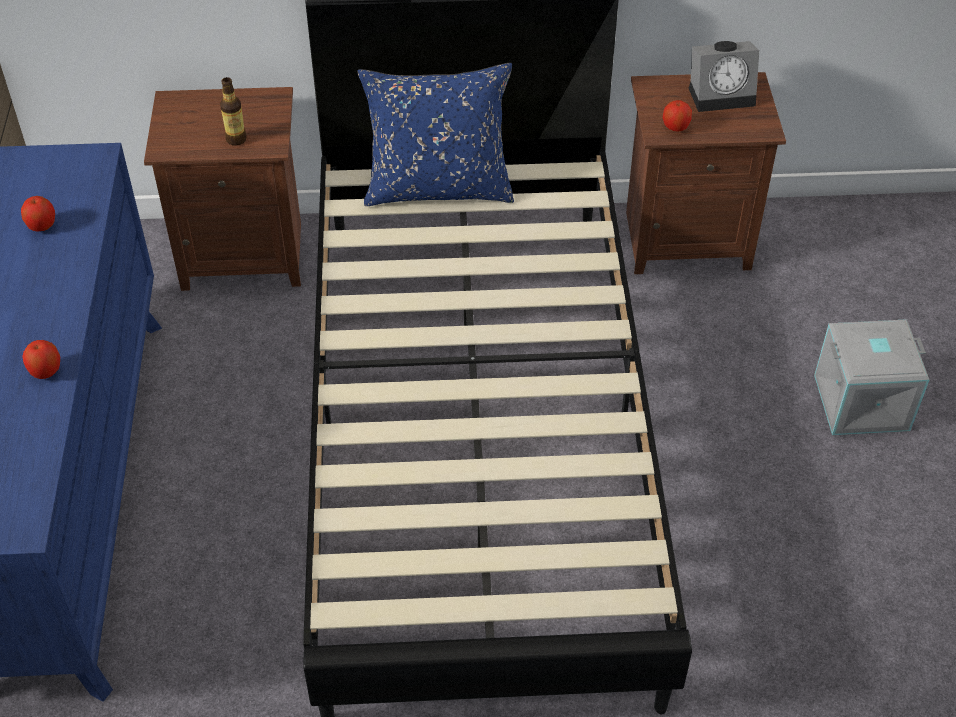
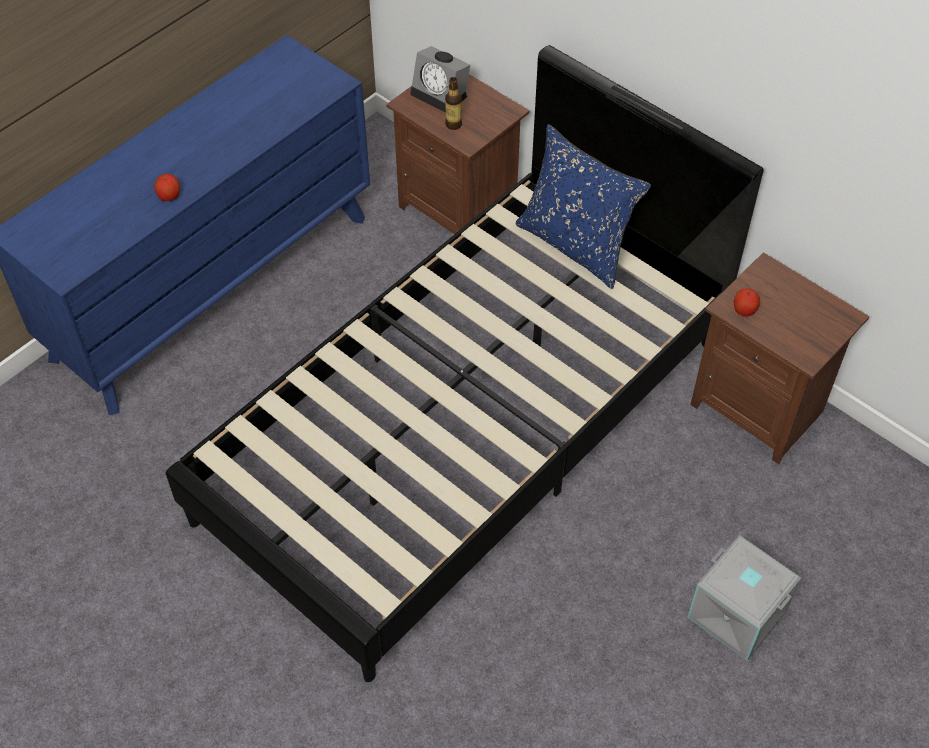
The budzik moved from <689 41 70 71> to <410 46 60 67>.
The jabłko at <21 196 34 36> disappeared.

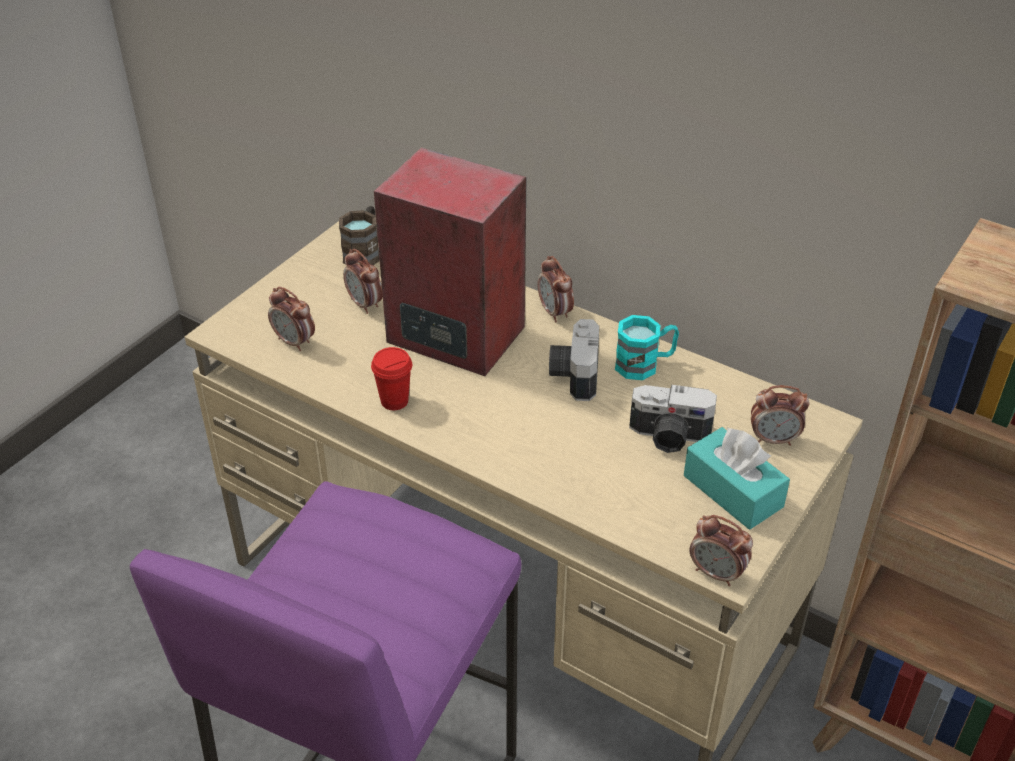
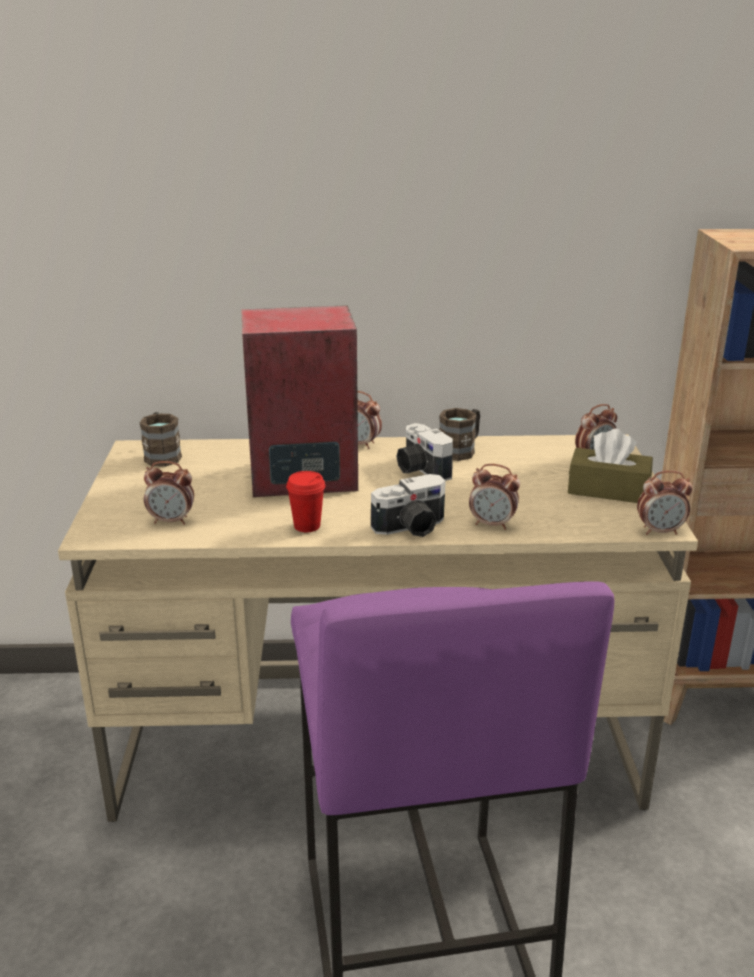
The aparat fotograficzny moved from <629 385 88 68> to <371 474 75 63>.
The kubek (turkusowy) at <615 315 64 65> became the kubek (brązowy) at <439 408 41 53>.
The budzik moved from <343 249 40 65> to <469 464 51 66>.
The pudełko chusteczek (turkusowy) at <684 427 106 103> became the pudełko chusteczek (brązowy) at <568 429 85 74>.

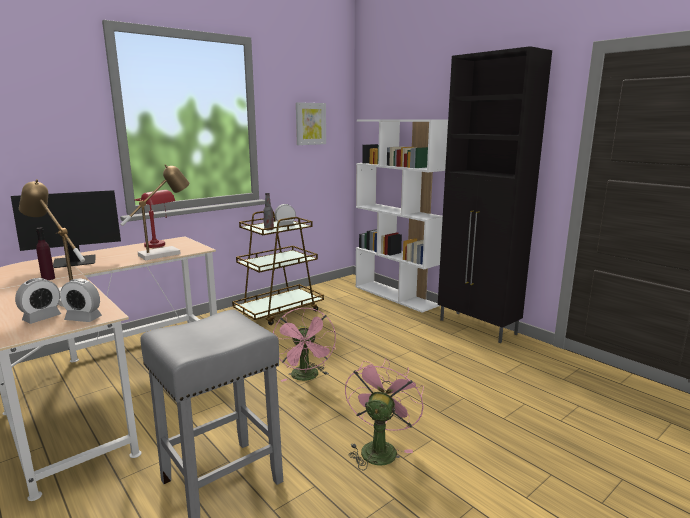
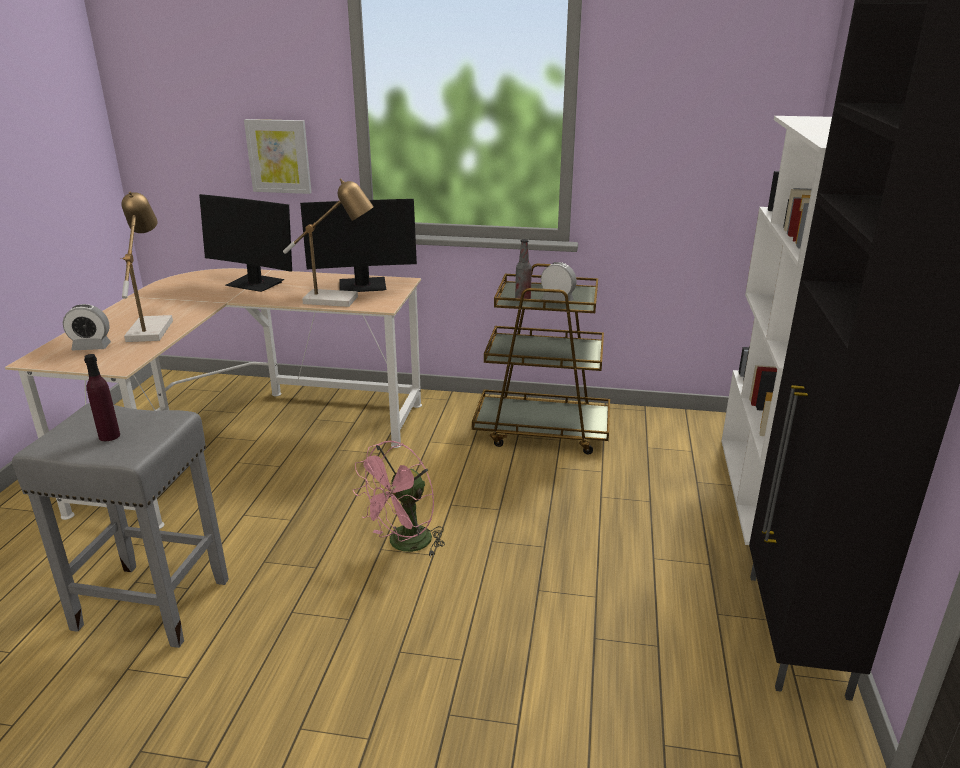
The butelka (fioletowy) moved from <36 228 19 52> to <84 354 36 87>.
The obraz moved from <296 102 30 43> to <244 119 68 75>.
The lampa stołowa (czerwony) at <134 190 41 58> was replaced by the monitor at <300 199 117 93>.
The budzik at <60 278 42 44> disappeared.
The wentylator (różowy) at <345 358 79 113> disappeared.

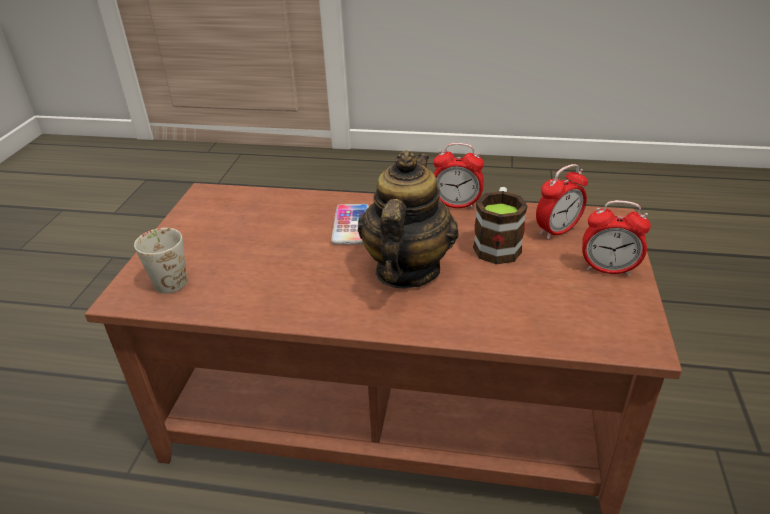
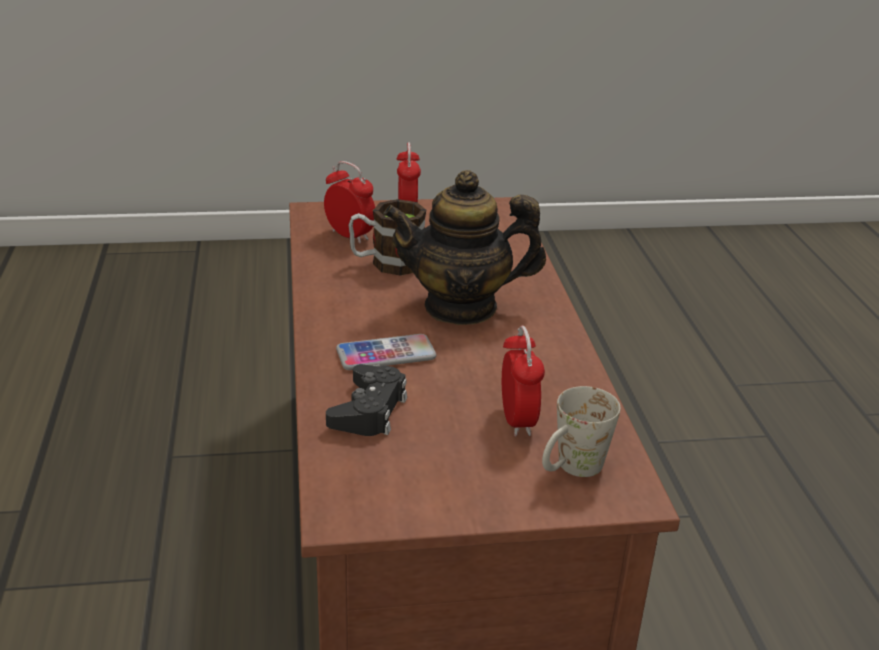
The pad do gier (czarny) at <326 364 81 72> appeared.
The budzik moved from <433 143 51 66> to <502 326 43 111>.

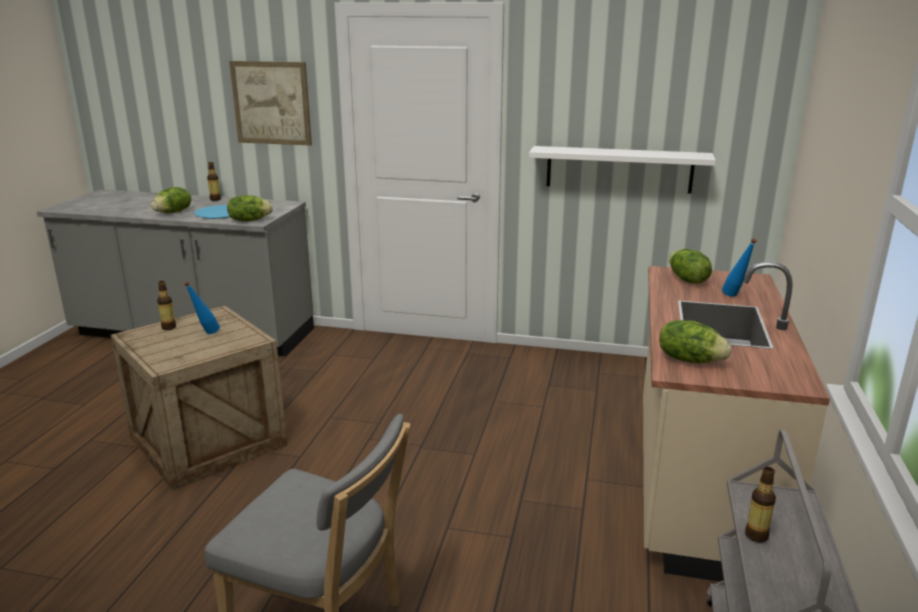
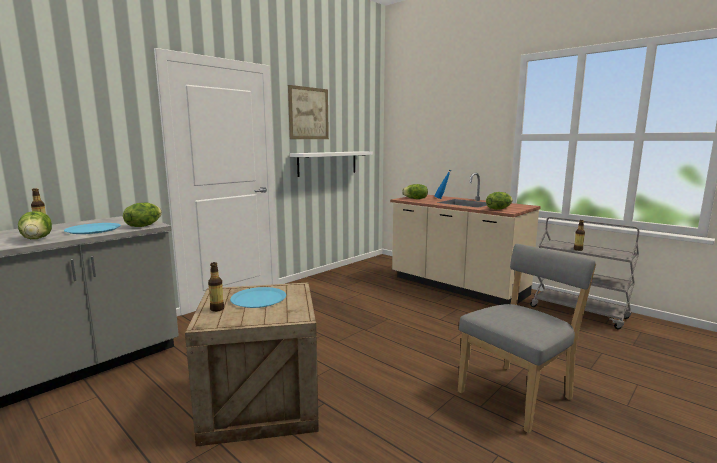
The butelka (niebieski) at <184 281 36 53> was replaced by the talerz (niebieski) at <230 287 56 21>.
The obraz moved from <229 61 83 85> to <288 85 41 54>.

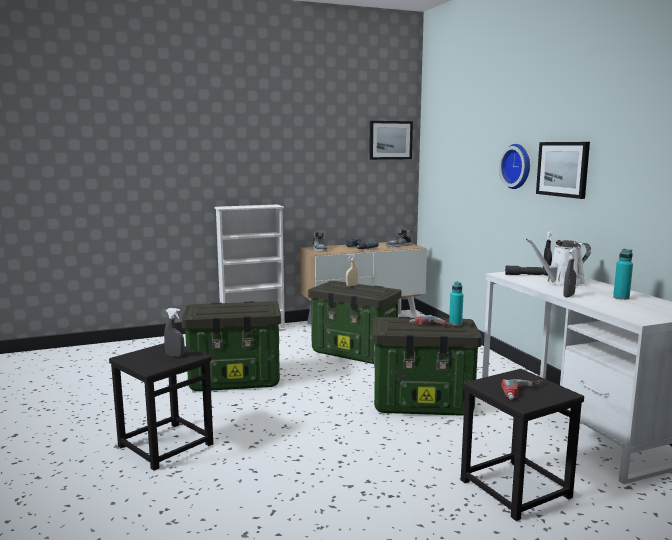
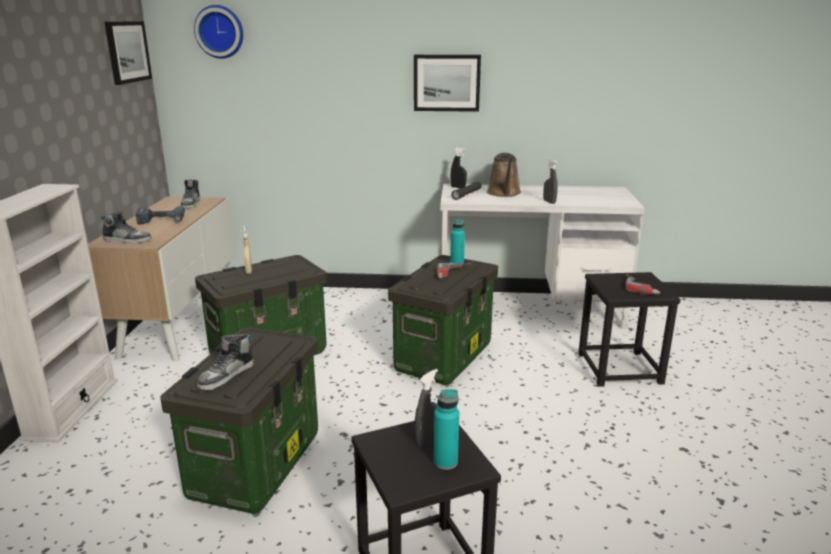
The zegar ścienny moved from <499 144 31 45> to <194 5 49 54>.
The but at <197 334 57 56> appeared.
The butelka (turkusowy) moved from <613 249 20 51> to <434 389 25 81>.
The konewka (biały) at <526 239 65 47> became the konewka (brązowy) at <487 153 34 44>.

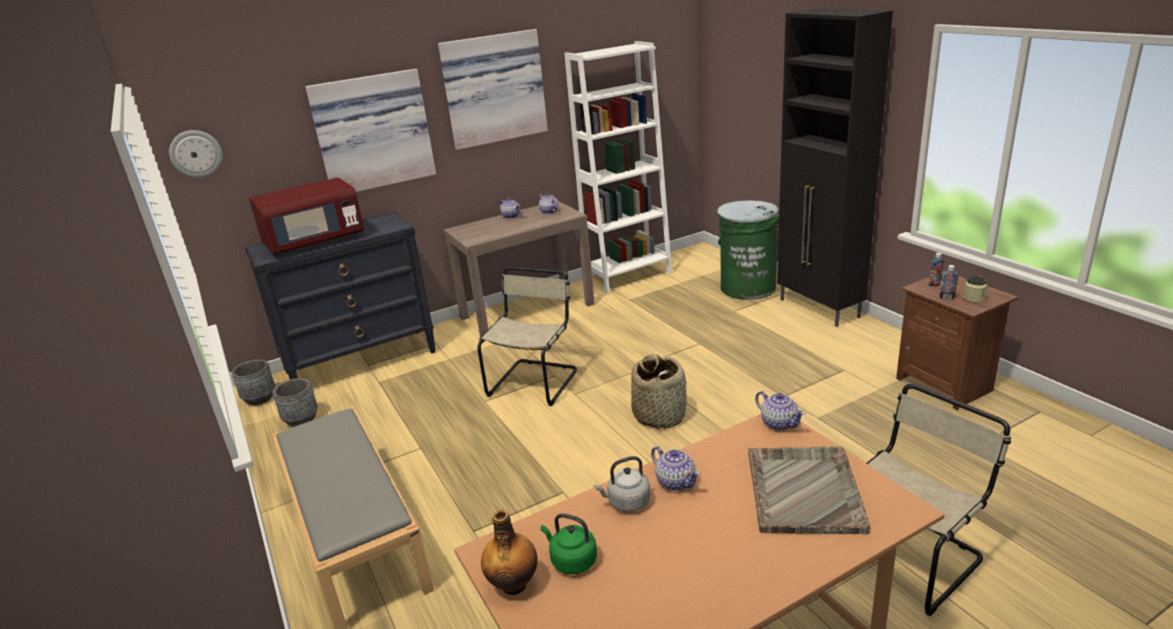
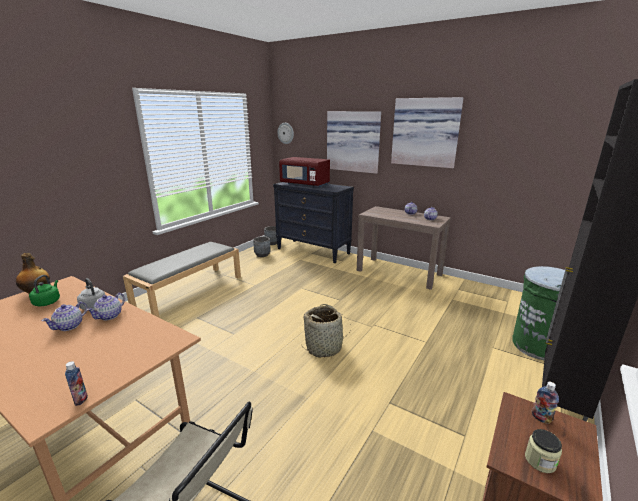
The imbryk moved from <755 391 51 40> to <42 302 45 29>.
The butelka moved from <939 265 19 35> to <65 361 23 45>.
The krzesło (beżowy) at <477 266 100 140> disappeared.
The regał (biały) at <564 41 108 253> disappeared.
The taca (szary) at <748 446 123 88> disappeared.

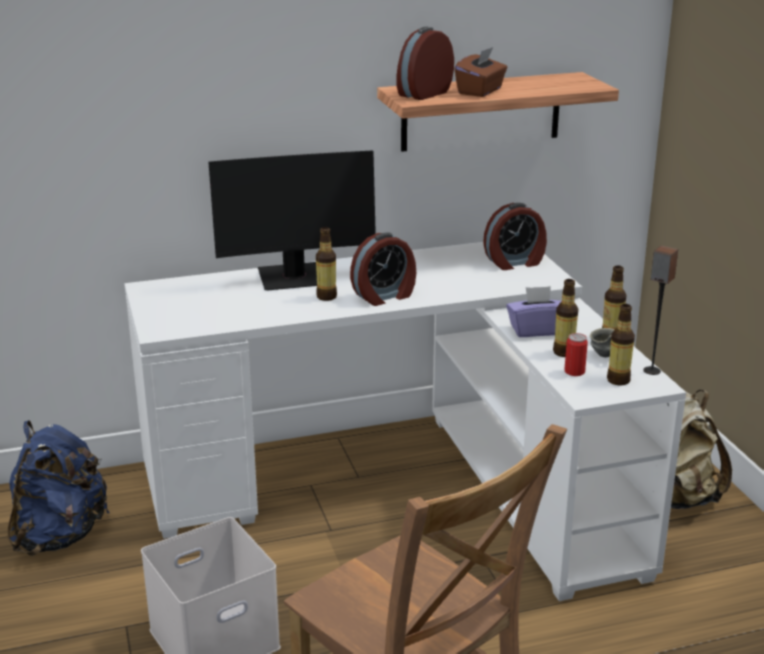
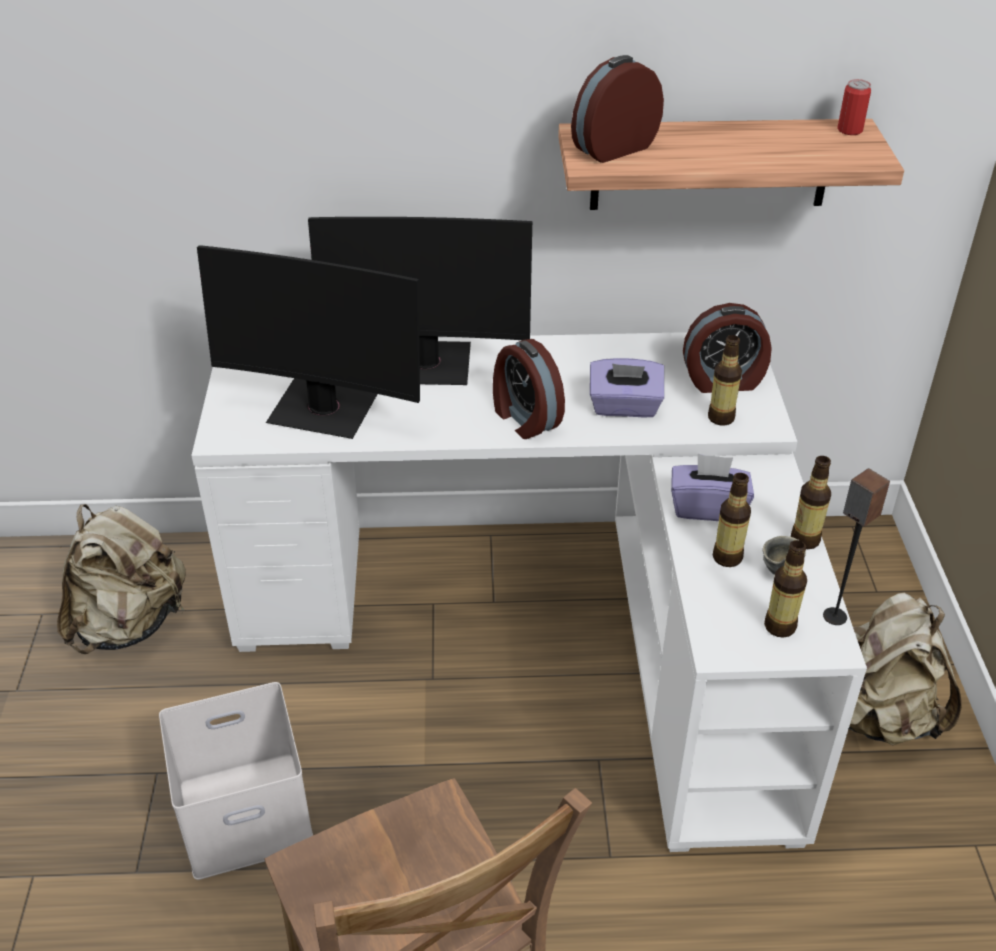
The plecak (niebieski) at <8 420 102 136> became the plecak (beżowy) at <57 504 129 150>.
The monitor at <197 245 223 194> appeared.
The budzik at <350 233 66 73> turned 75 degrees clockwise.
The pudełko chusteczek (fioletowy) at <590 358 74 59> appeared.
The butelka moved from <316 227 21 74> to <708 335 34 90>.
The puszka moved from <564 333 24 43> to <837 79 34 56>.
The pudełko chusteczek (brązowy) at <454 47 53 50> disappeared.

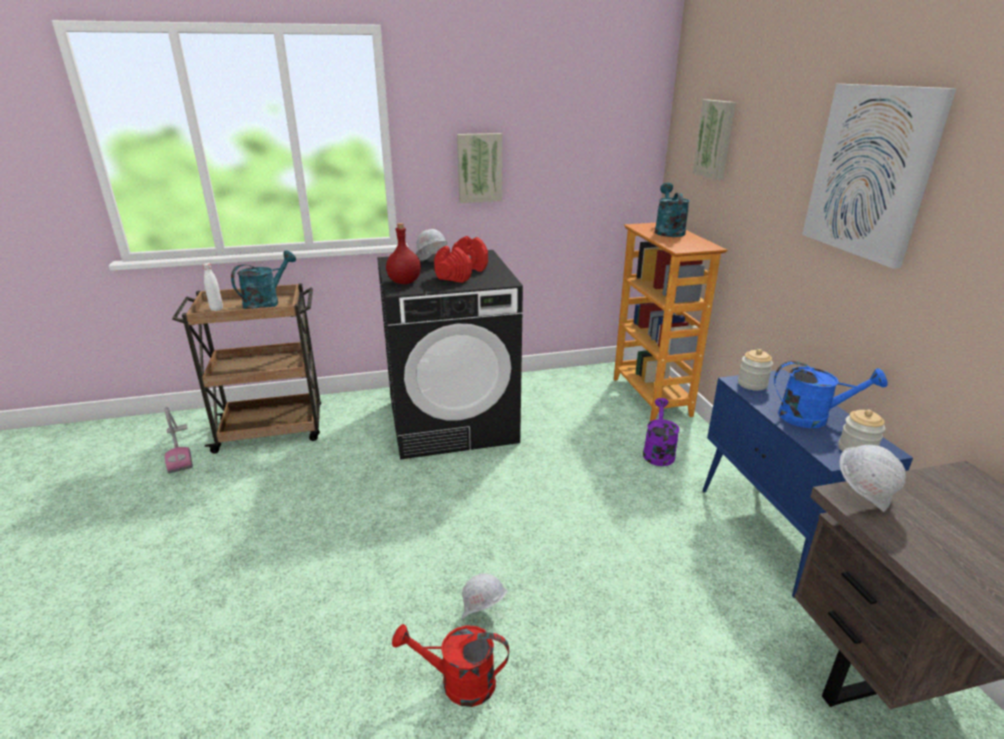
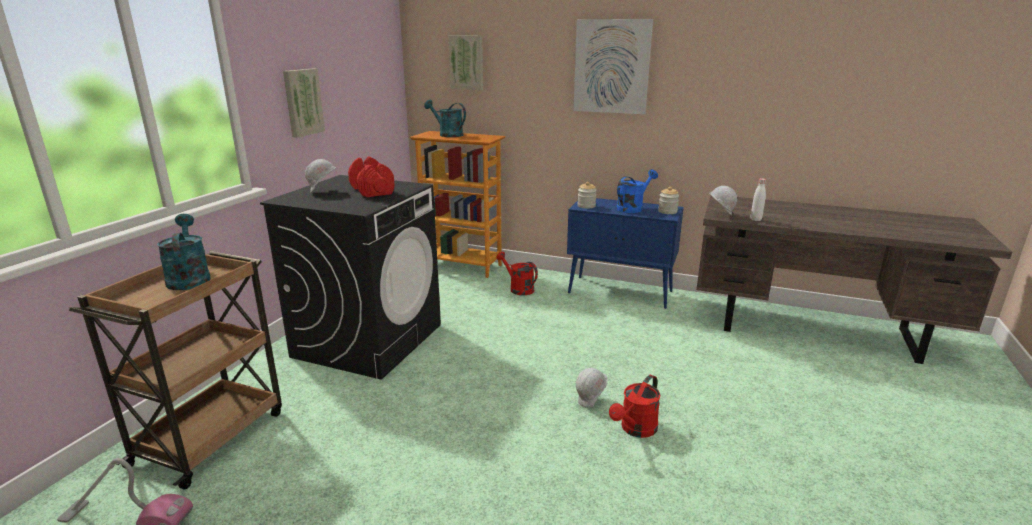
The konewka (fioletowy) at <643 398 37 68> became the konewka (czerwony) at <496 252 42 43>.
The butelka (biały) moved from <203 263 20 48> to <751 178 15 43>.
The butelka (czerwony) at <386 223 35 61> disappeared.

